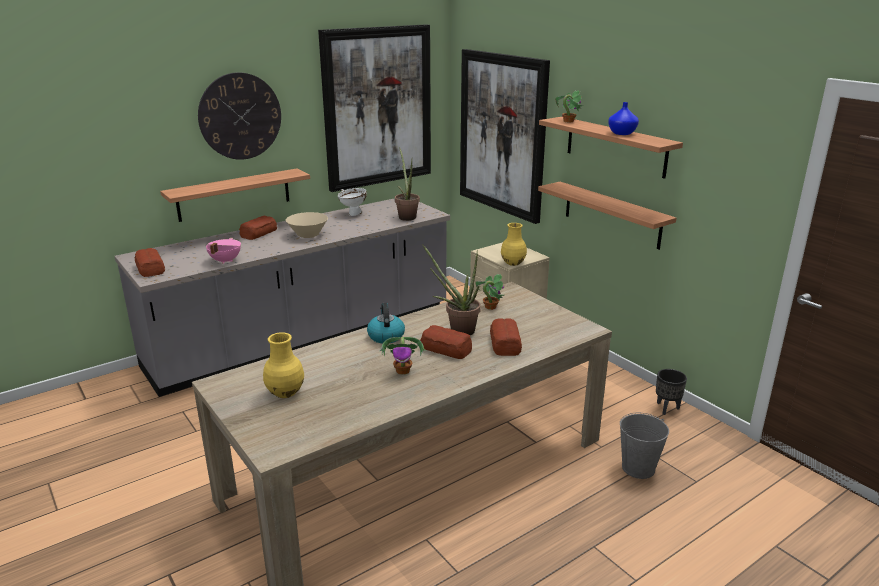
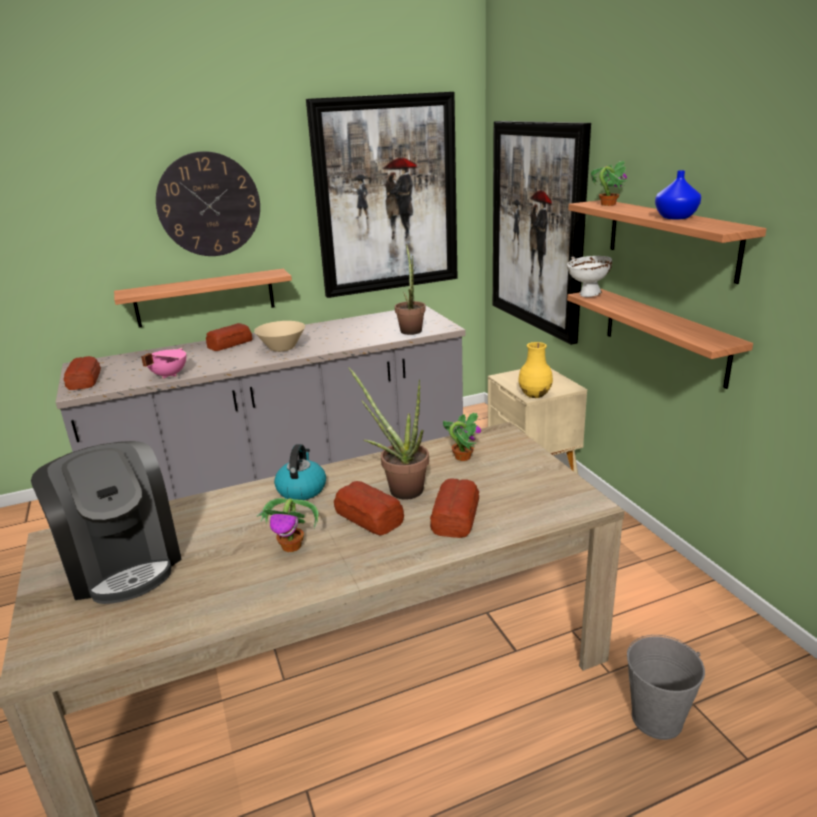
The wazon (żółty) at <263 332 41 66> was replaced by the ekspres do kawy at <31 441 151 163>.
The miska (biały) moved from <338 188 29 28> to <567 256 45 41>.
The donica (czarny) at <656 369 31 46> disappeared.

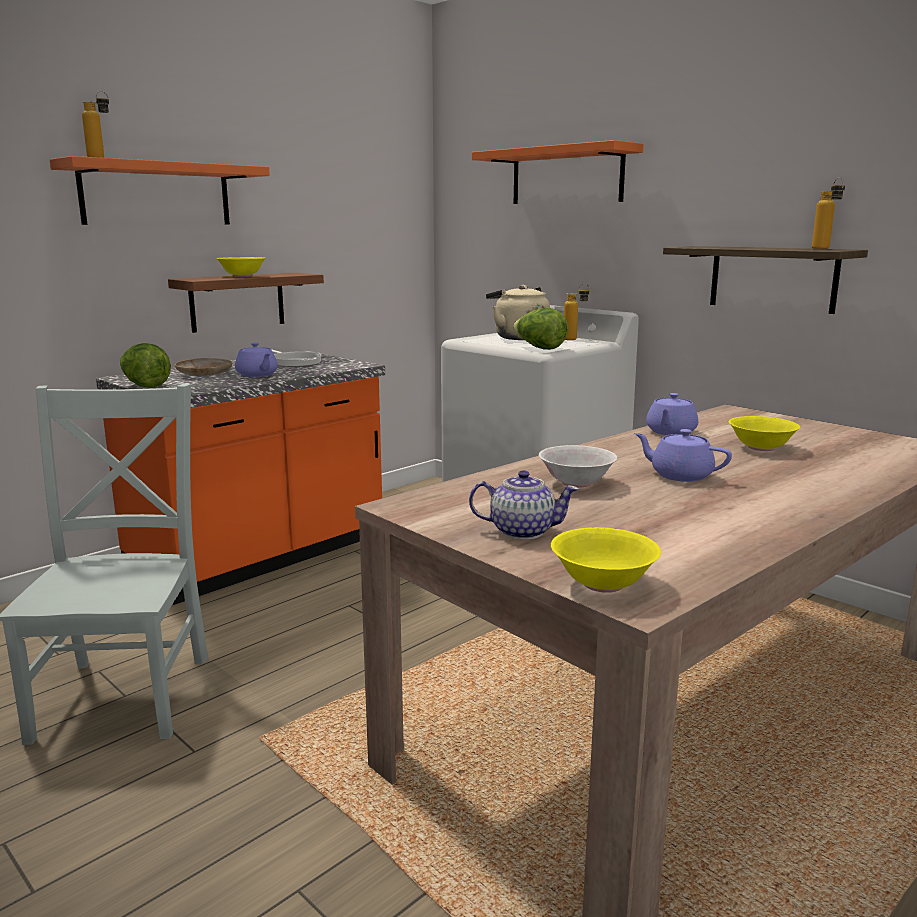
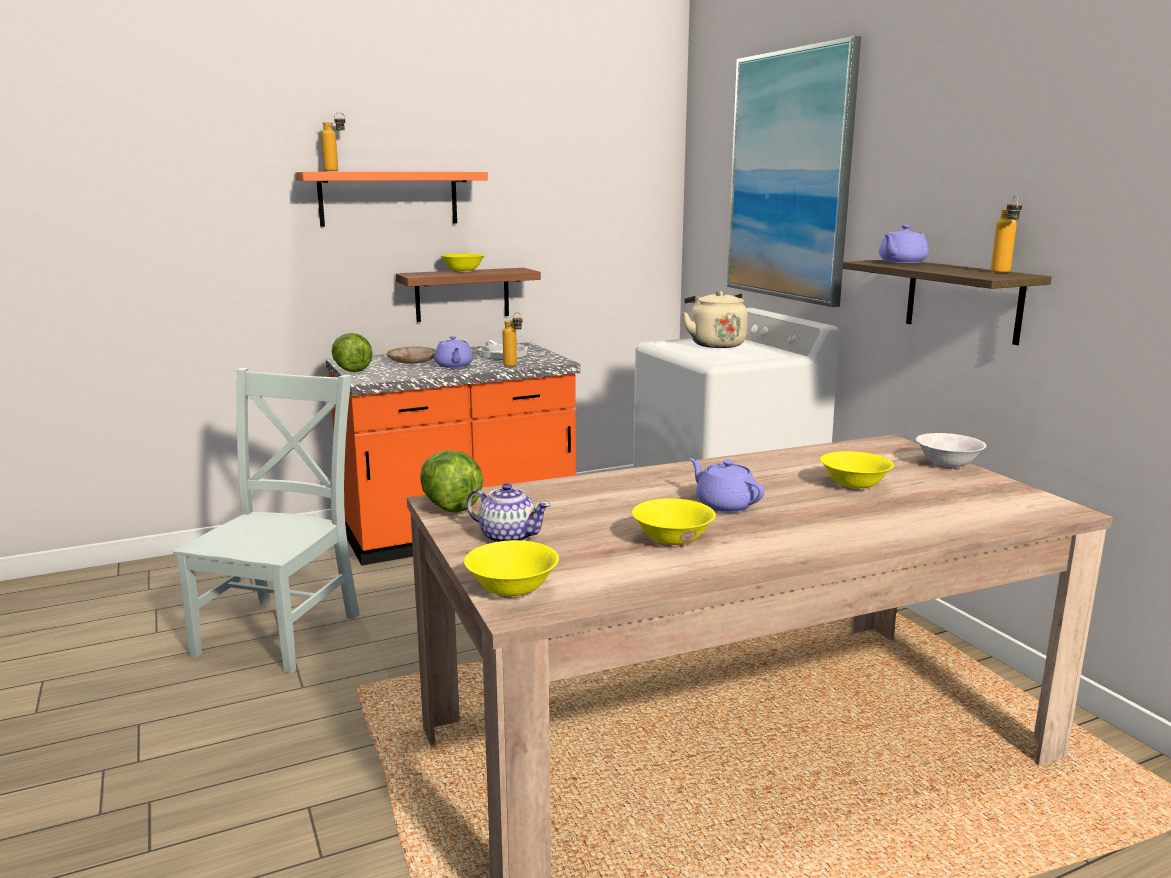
The sałata moved from <513 307 55 43> to <420 450 63 63>.
The butelka moved from <564 284 26 56> to <503 312 20 55>.
The miska (żółty) at <632 498 84 49> appeared.
The półka (pomarańczowy) at <472 140 172 64> was replaced by the obraz at <727 36 134 271>.
The imbryk (fioletowy) moved from <646 393 52 42> to <879 225 50 39>.
The miska (biały) moved from <539 445 78 42> to <916 433 70 36>.

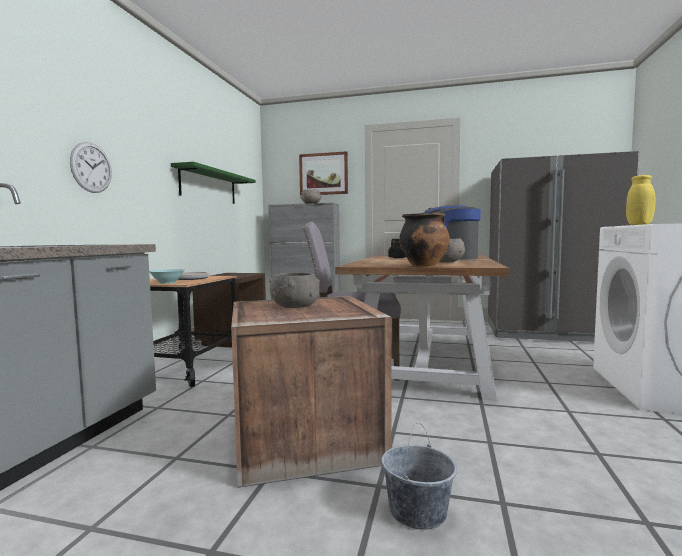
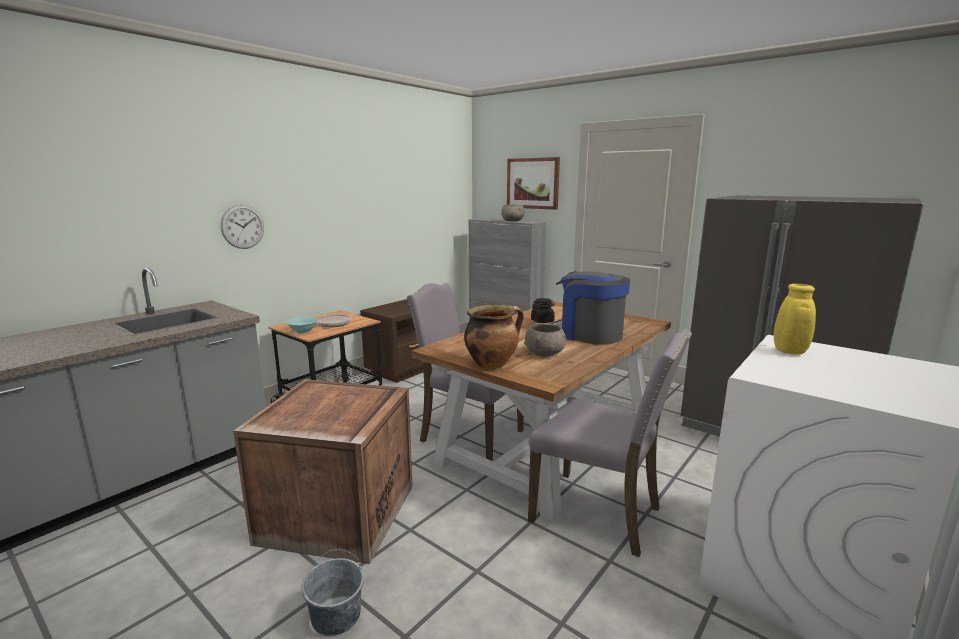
The krzesło (szary) at <528 329 164 228> appeared.
The półka (zielony) at <171 162 85 42> disappeared.
The miska (szary) at <269 272 51 36> disappeared.

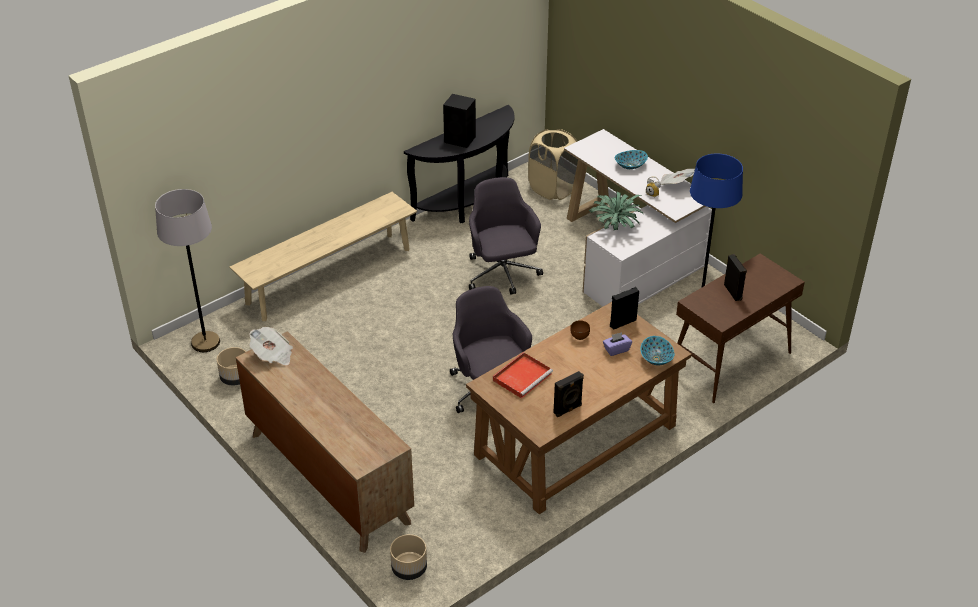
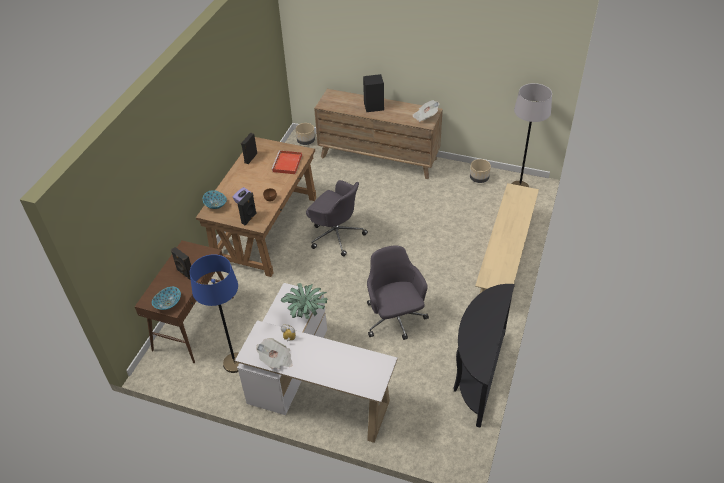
The miska moved from <615 150 33 19> to <152 287 29 23>.
The głośnik (czarny) moved from <443 94 33 54> to <363 74 21 38>.
The krzesło biurowe (szary) at <469 177 74 117> turned 150 degrees counterclockwise.
The kosz na pranie (beżowy) at <528 129 50 71> disappeared.

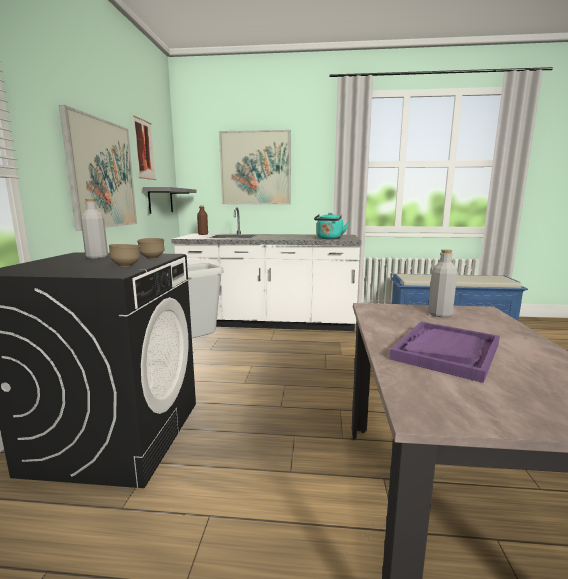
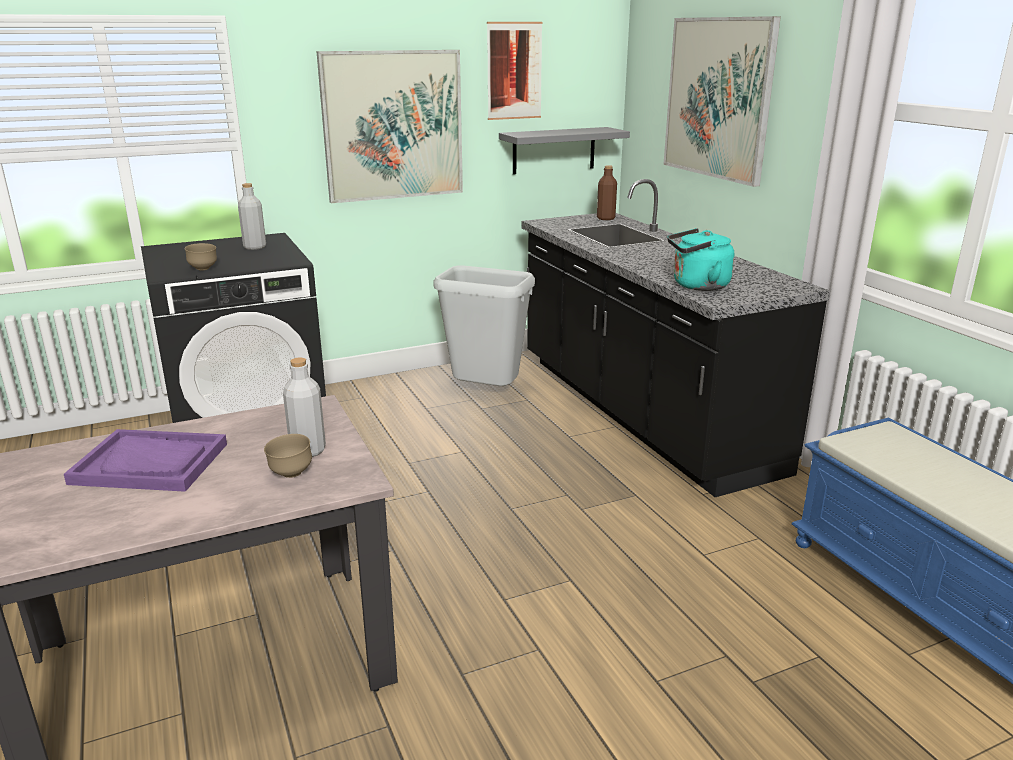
The miska (brązowy) moved from <137 238 27 22> to <264 434 48 44>.
The zabudowa kuchenna (biały) at <171 207 190 124> became the zabudowa kuchenna (czarny) at <522 179 308 318>.

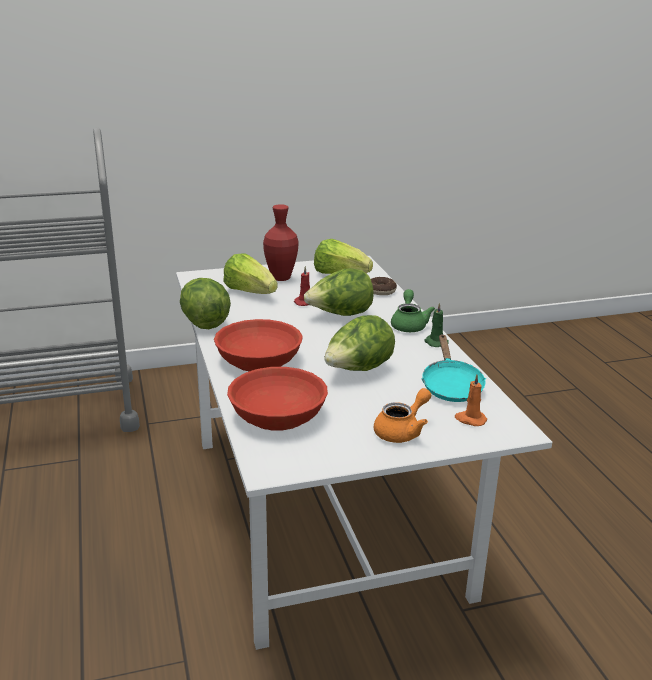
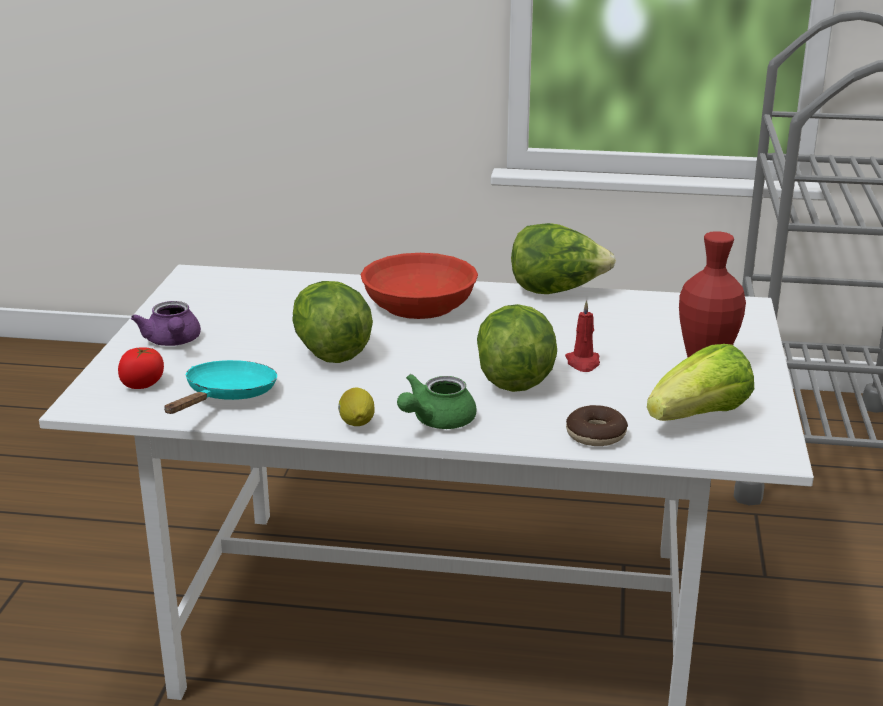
The świeca (pomarańczowy) at <455 374 32 52> was replaced by the pomidor at <118 347 46 42>.
The imbryk (pomarańczowy) at <374 388 57 55> became the imbryk (fioletowy) at <131 301 70 45>.
The patelnia (turkusowy) at <421 334 65 68> turned 90 degrees clockwise.
The świeca (zielony) at <424 303 25 44> was replaced by the cytryna at <338 388 37 38>.
The imbryk (zielony) at <391 289 44 43> turned 105 degrees clockwise.
The sałata at <223 253 55 41> disappeared.
The miska (czerwony) at <227 367 101 64> disappeared.

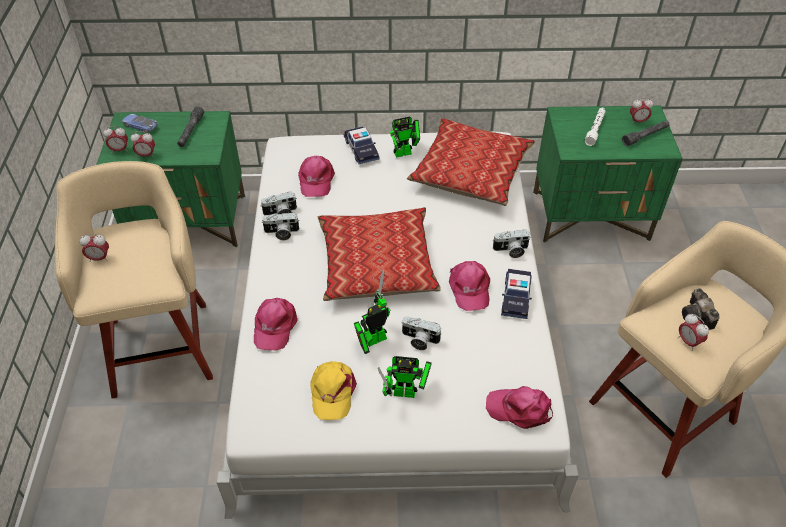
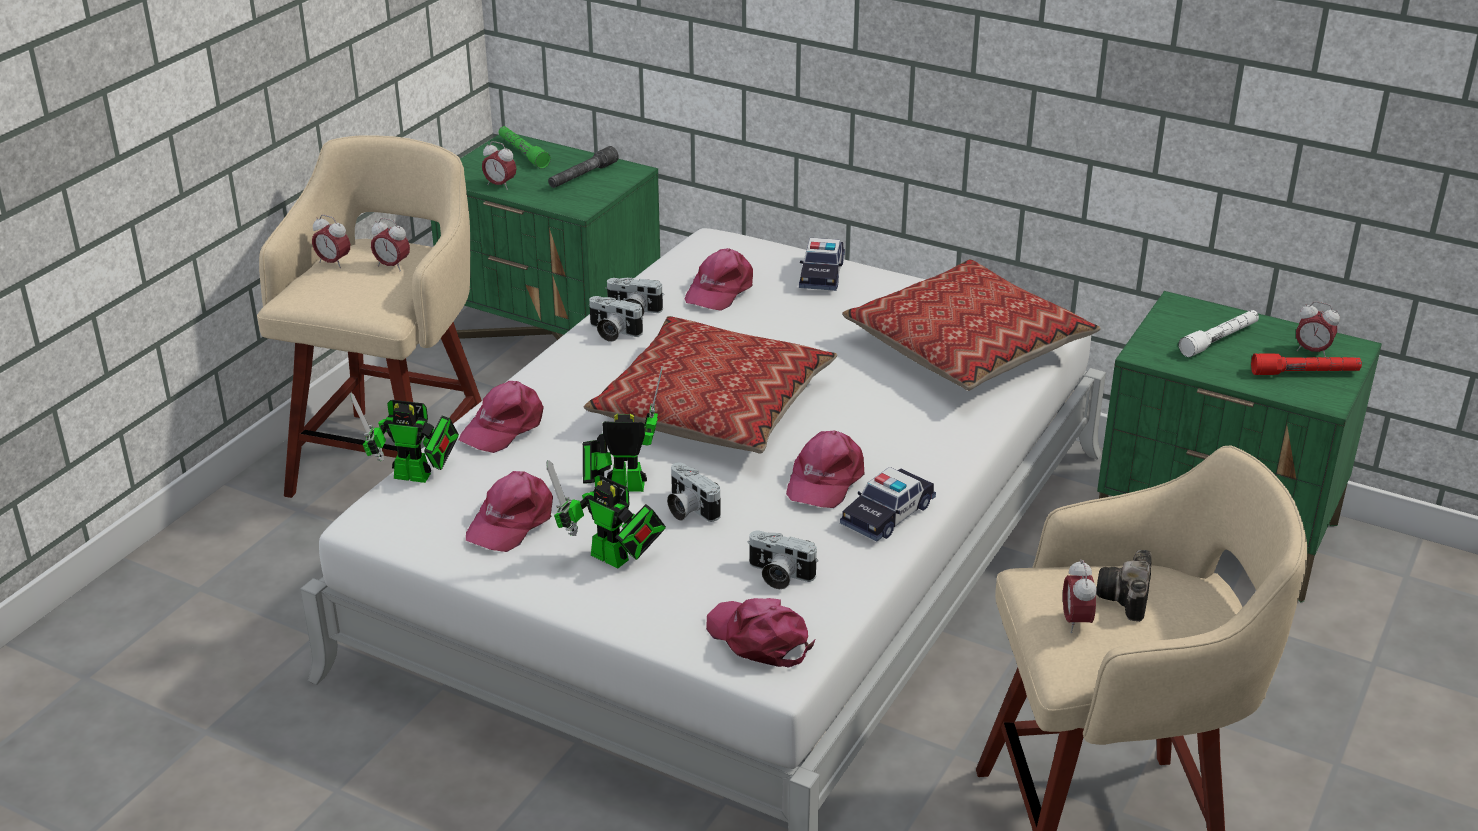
The robot zabawkowy moved from <390 117 30 41> to <350 393 109 90>.
The budzik moved from <103 126 25 27> to <371 218 39 54>.
The czapka z daszkiem (żółty) at <310 361 47 59> became the czapka z daszkiem (różowy) at <466 471 87 81>.
The samochodzik at <122 114 36 19> was replaced by the latarka (zielony) at <498 126 53 43>.
The aparat fotograficzny moved from <492 230 39 28> to <748 531 70 58>.
The latarka (szary) at <622 120 48 26> became the latarka (czerwony) at <1251 354 111 21>.

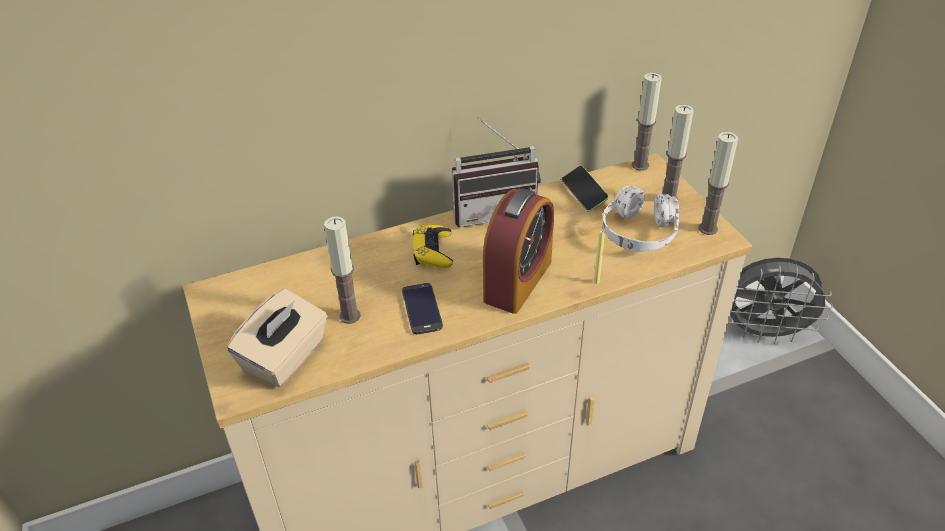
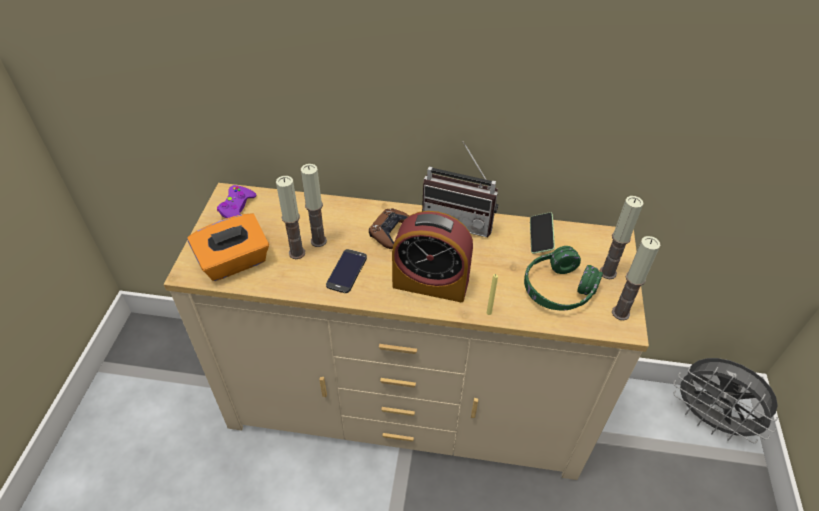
The pudełko chusteczek (beżowy) at <227 289 101 98> became the pudełko chusteczek (pomarańczowy) at <187 213 82 68>.
The pad do gier (fioletowy) at <217 185 39 33> appeared.
The świeca moved from <632 73 30 98> to <301 164 26 83>.
The pad do gier (żółty) at <413 225 40 43> became the pad do gier (brązowy) at <369 208 40 41>.
The budzik at <483 188 71 126> turned 45 degrees clockwise.
The słuchawki (biały) at <602 186 77 65> became the słuchawki (zielony) at <524 246 79 65>.

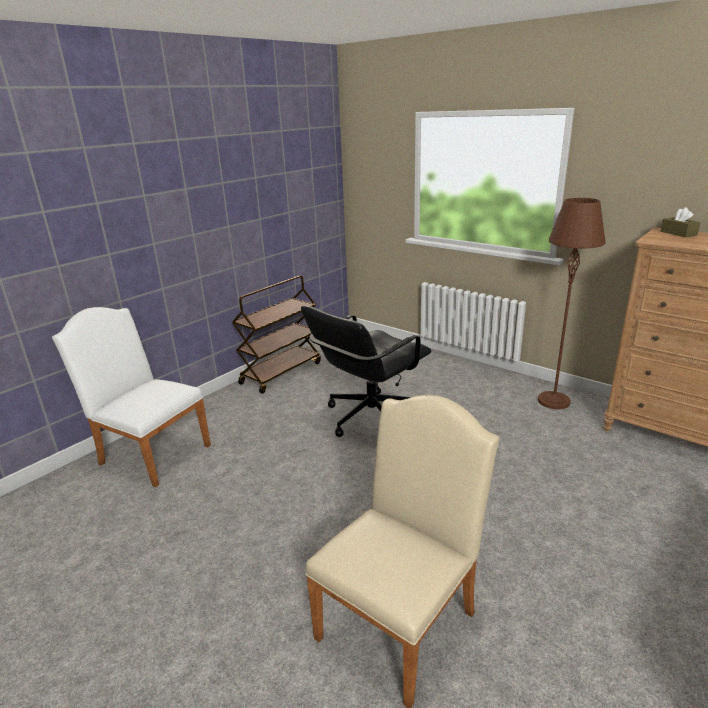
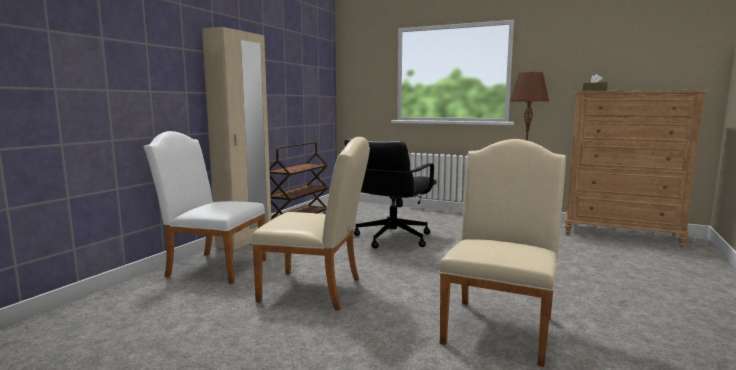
The szafa (beżowy) at <202 27 69 223> appeared.
The krzesło (beżowy) at <252 137 118 174> appeared.

